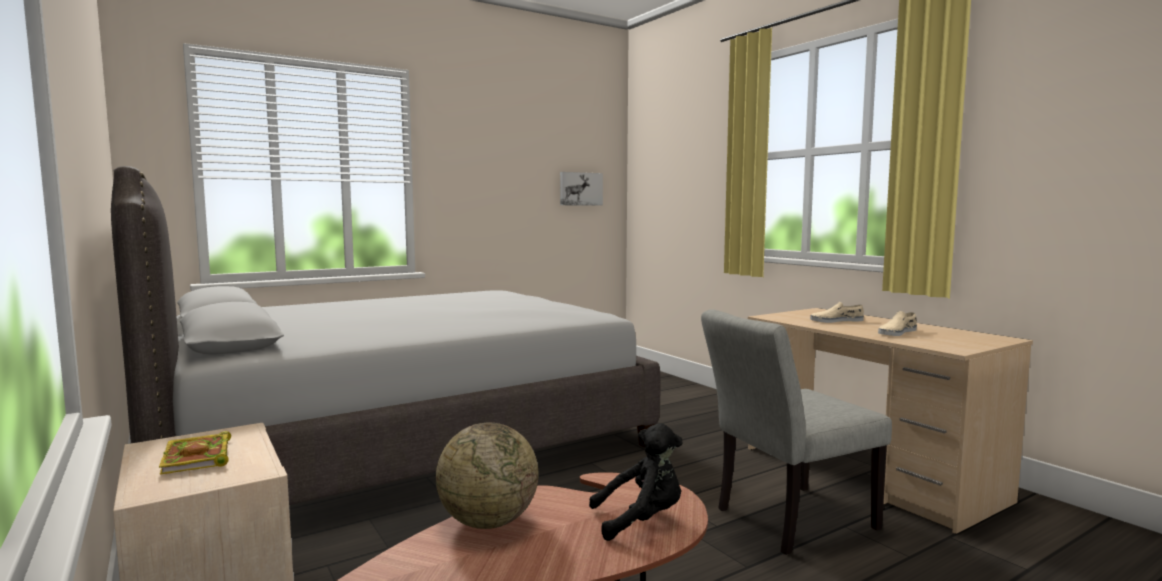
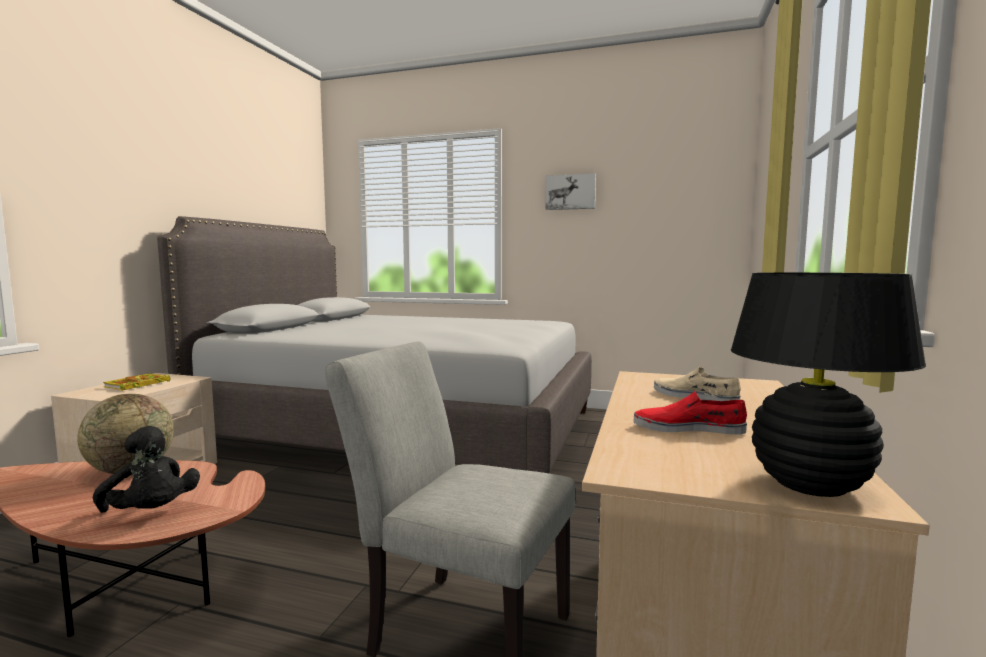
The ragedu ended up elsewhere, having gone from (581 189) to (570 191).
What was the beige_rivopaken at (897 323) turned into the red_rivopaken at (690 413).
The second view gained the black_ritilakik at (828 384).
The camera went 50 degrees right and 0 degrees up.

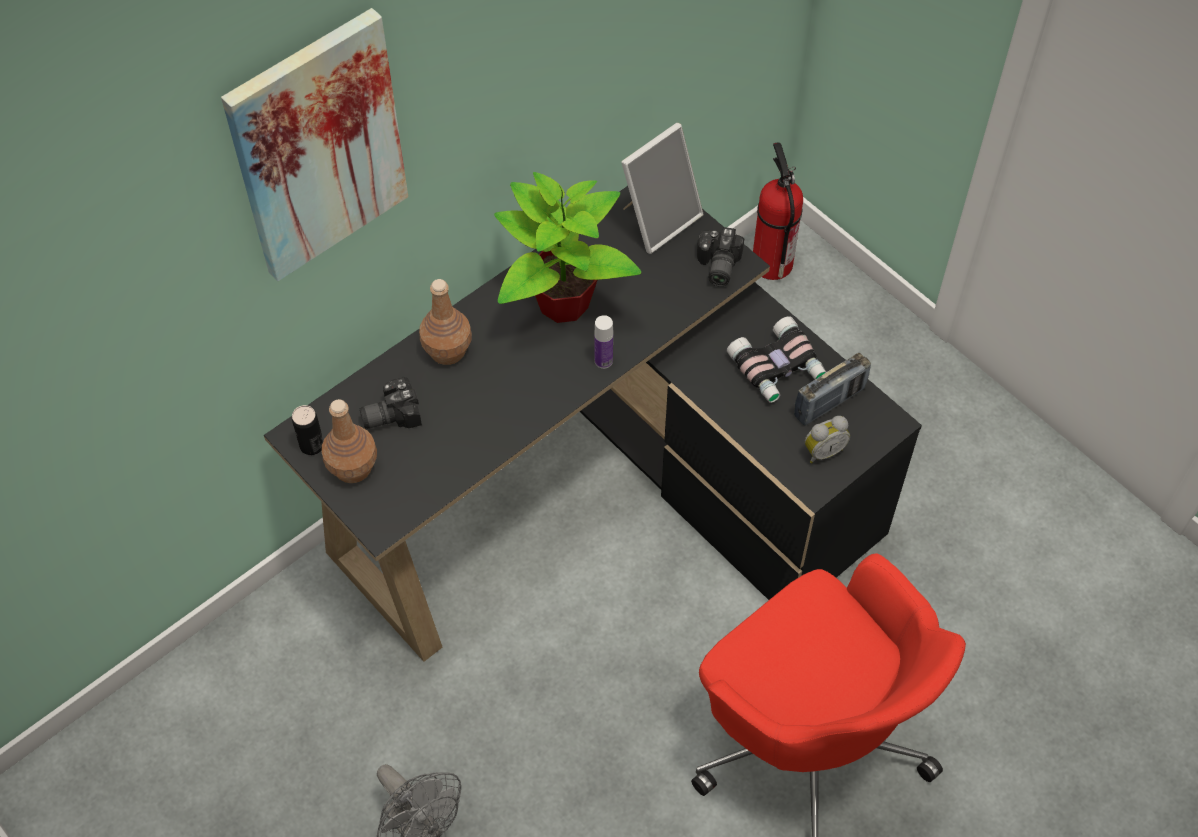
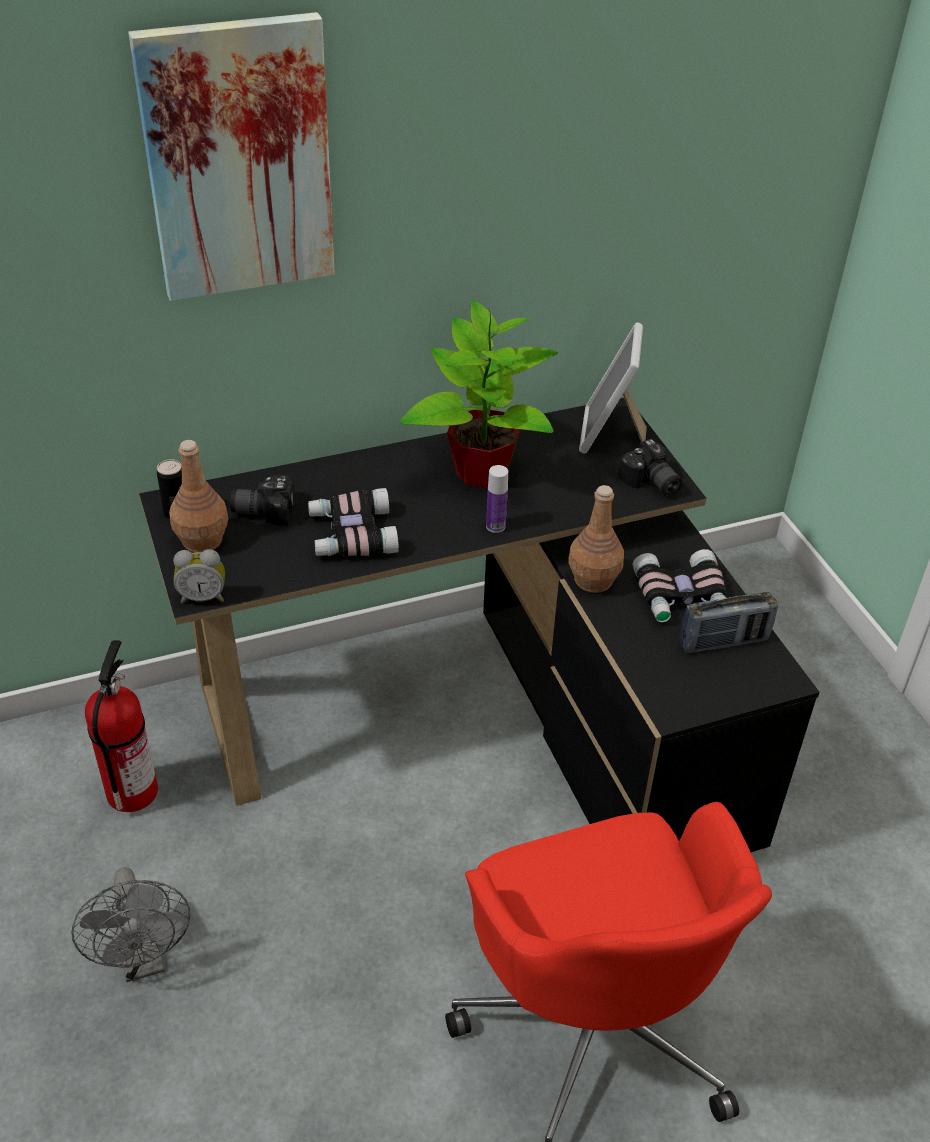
The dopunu ended up elsewhere, having gone from (778 211) to (121 726).
The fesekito ended up elsewhere, having gone from (827 440) to (199 576).
The second view gained the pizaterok at (353 522).
The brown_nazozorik ended up elsewhere, having gone from (445 322) to (596 539).
The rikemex at (662 188) ended up facing another way, 120 degrees clockwise from before.
The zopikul at (720 257) ended up facing another way, 60 degrees counterclockwise from before.
The camera went 20 degrees right and 15 degrees down.

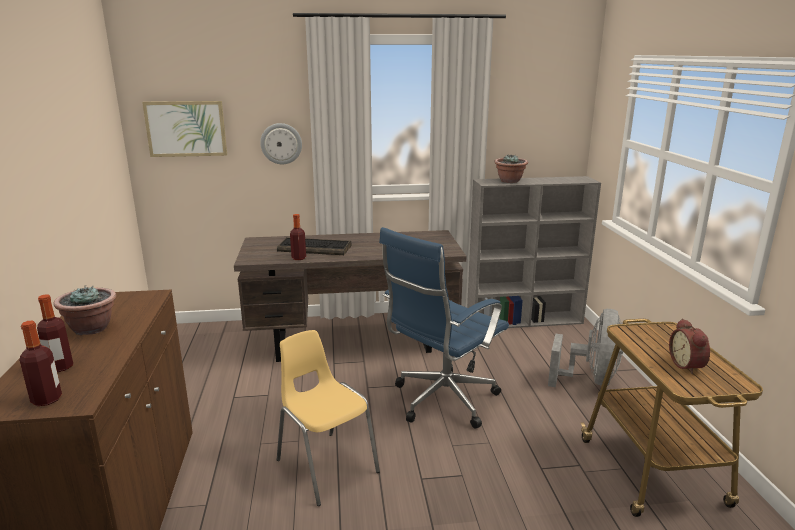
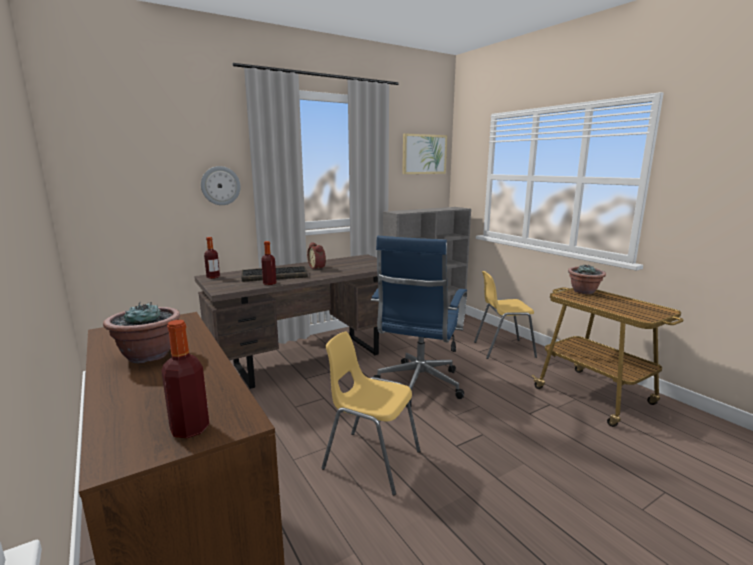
The nazozorik ended up elsewhere, having gone from (55 333) to (212 258).
The fesekito ended up elsewhere, having gone from (689 346) to (316 256).
The ragedu ended up elsewhere, having gone from (184 129) to (424 154).
Where the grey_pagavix stood at (585 348), the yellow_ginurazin came to stand at (505 315).
The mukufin ended up elsewhere, having gone from (511 169) to (587 279).
The camera went 25 degrees left and 5 degrees down.

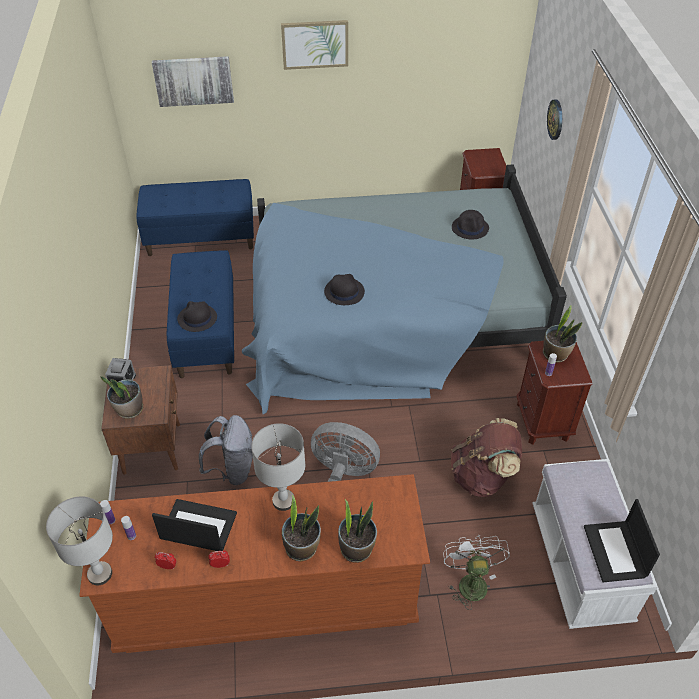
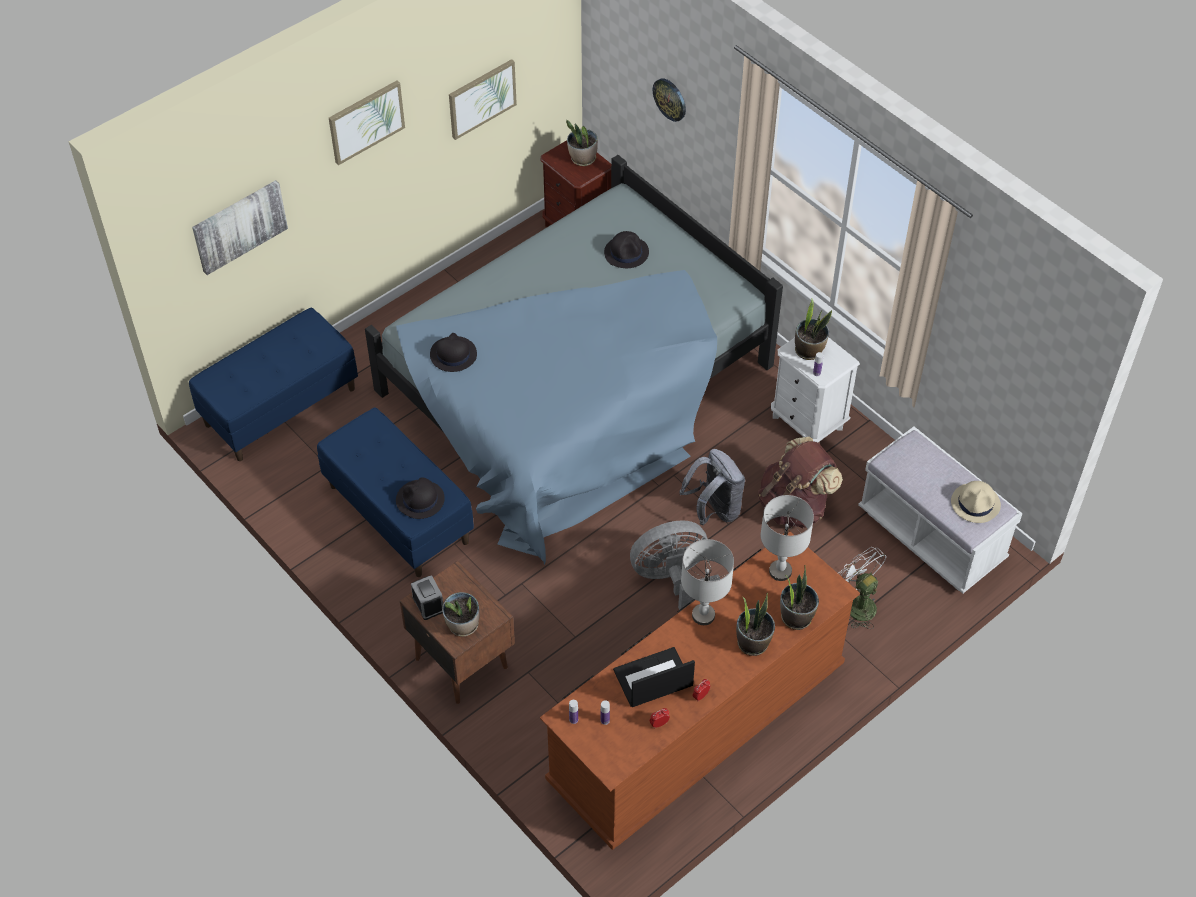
The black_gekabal ended up elsewhere, having gone from (344 289) to (453 352).
The second view gained the ragedu at (483 99).
The second view gained the mukufin at (582 143).
The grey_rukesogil ended up elsewhere, having gone from (226 450) to (712 487).
The grey_ritilakik ended up elsewhere, having gone from (79 541) to (787 538).
What was the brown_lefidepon at (554 393) turned into the white_lefidepon at (815 389).
Where the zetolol stood at (622 540), the beige_gekabal came to stand at (976 502).
The camera went 35 degrees left and 5 degrees up.

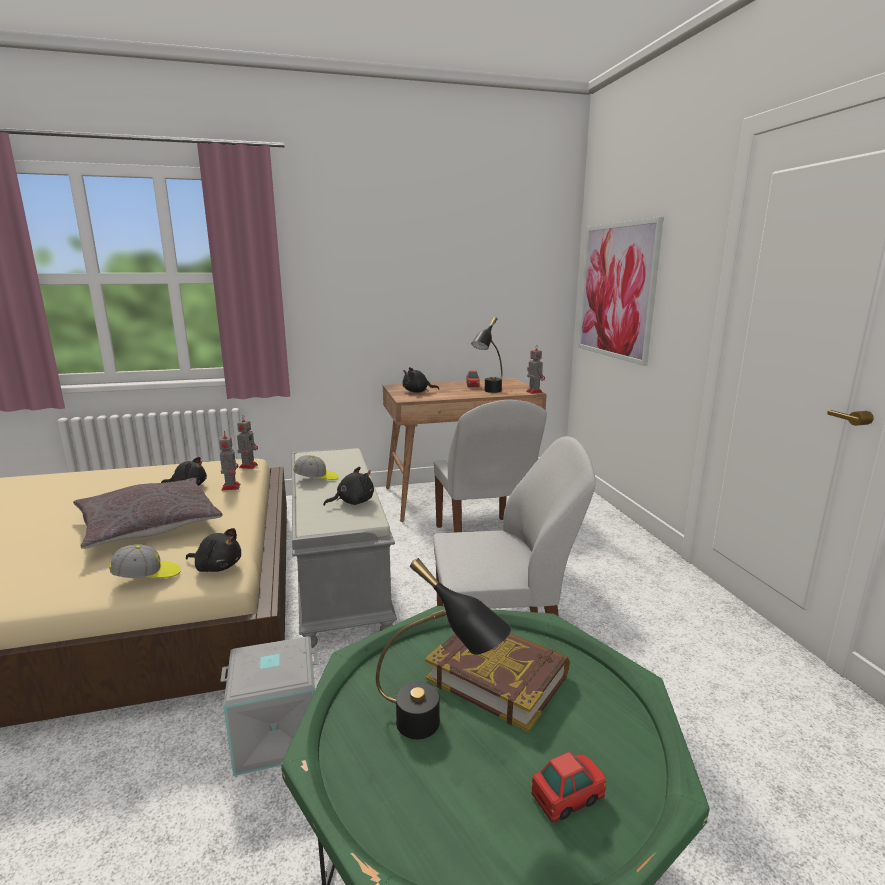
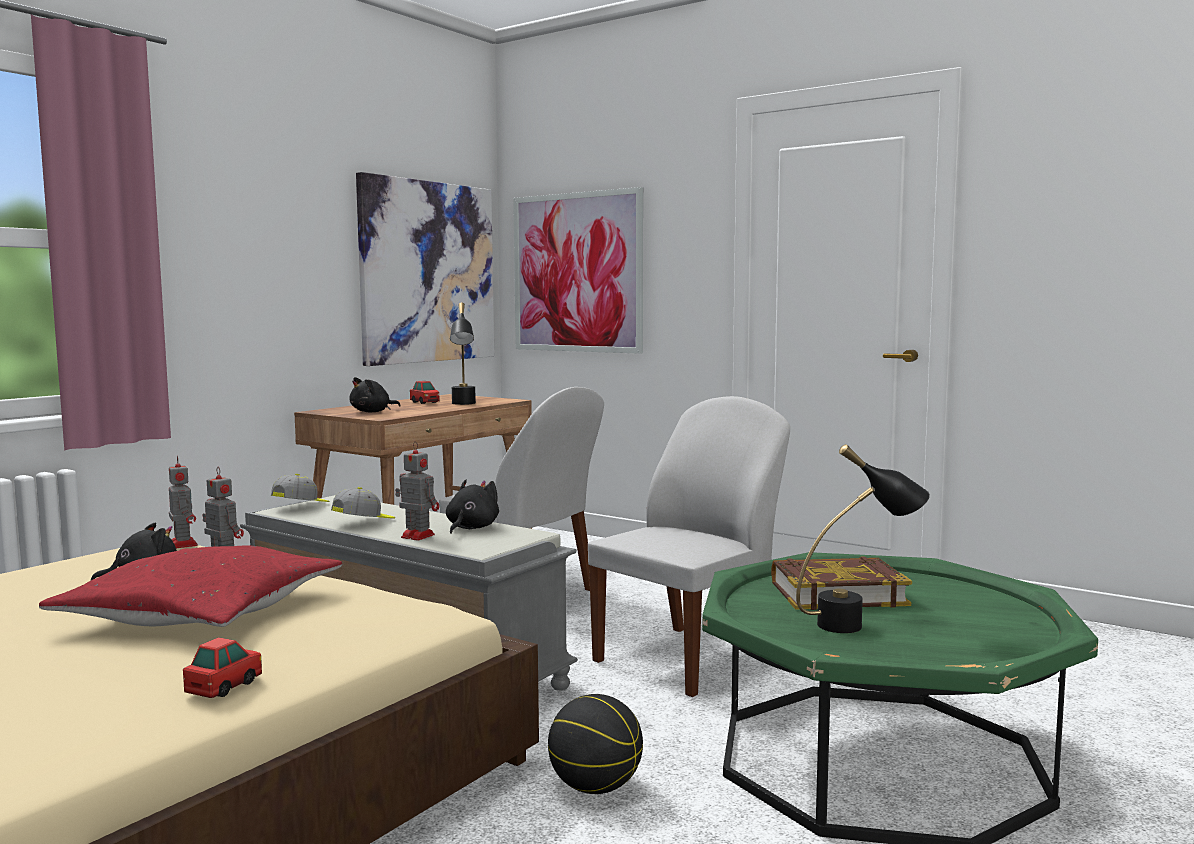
What was the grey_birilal at (147 513) turned into the red_birilal at (190 586).
The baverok ended up elsewhere, having gone from (569 787) to (222 667).
The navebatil ended up elsewhere, having gone from (145 561) to (300 488).
The second view gained the ragedu at (425 269).
The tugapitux ended up elsewhere, having gone from (535 369) to (417 491).
Where the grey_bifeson stood at (269 706), the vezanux came to stand at (595 744).
The second view lost the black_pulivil at (213 550).
The camera went 40 degrees left and 10 degrees down.

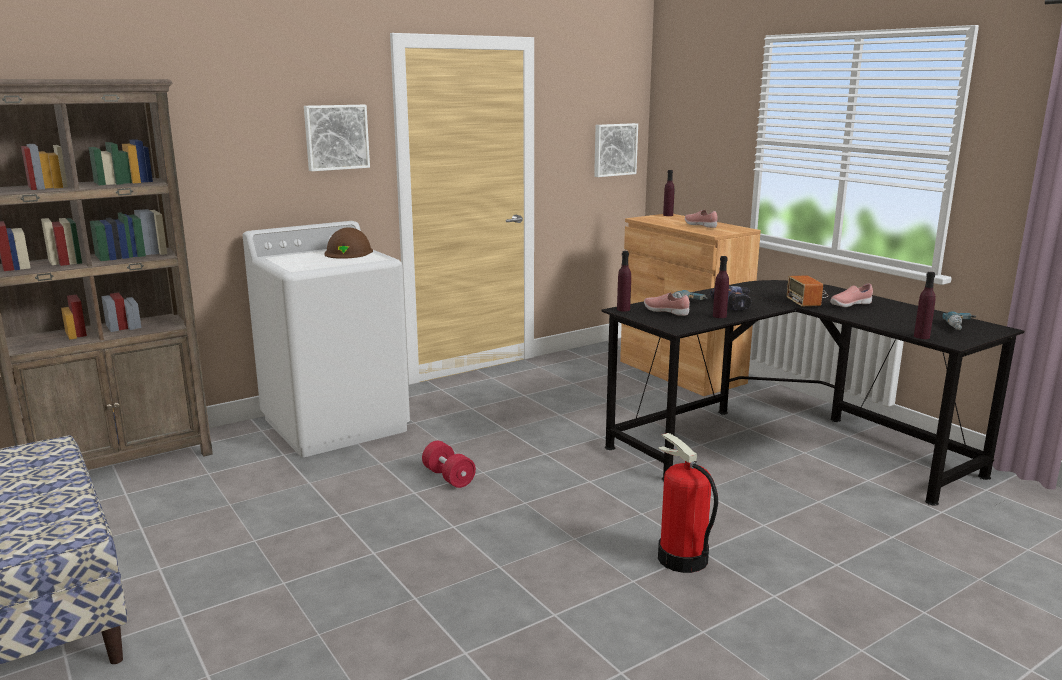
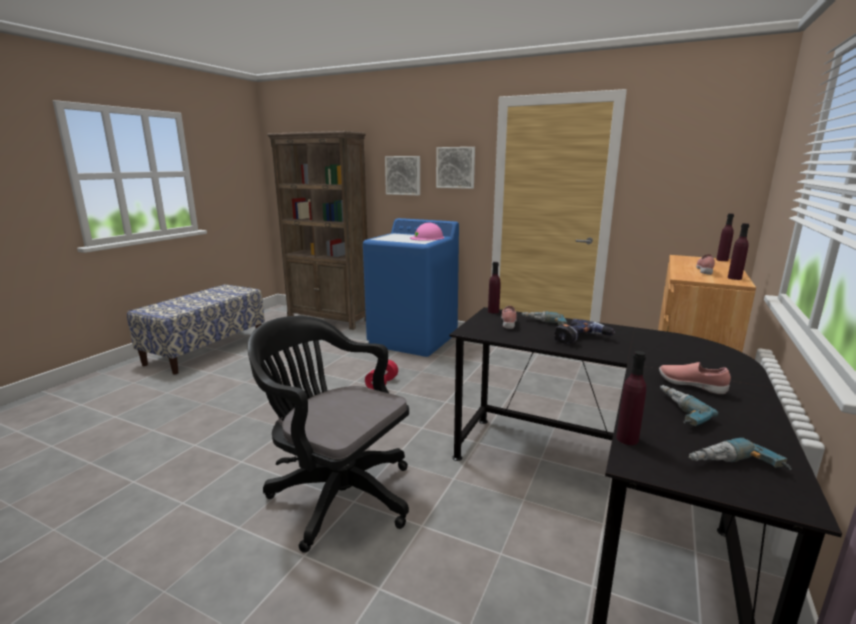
Where the dopunu stood at (688 503), the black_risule came to stand at (328 434).
What was the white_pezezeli at (326 339) turned into the blue_pezezeli at (411 287).
The ragedu ended up elsewhere, having gone from (616 150) to (402 175).
What was the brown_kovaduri at (348 243) turned into the pink_kovaduri at (427 232).
The second view gained the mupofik at (689 405).
The purple_nazozorik ended up elsewhere, having gone from (721 287) to (738 251).
The second view lost the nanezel at (808 291).
The camera went 60 degrees right and 0 degrees up.

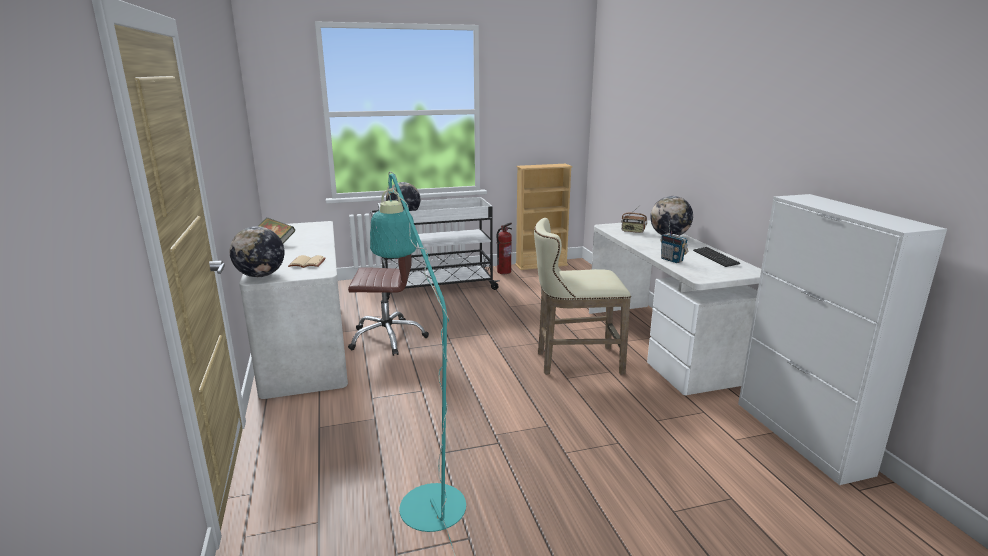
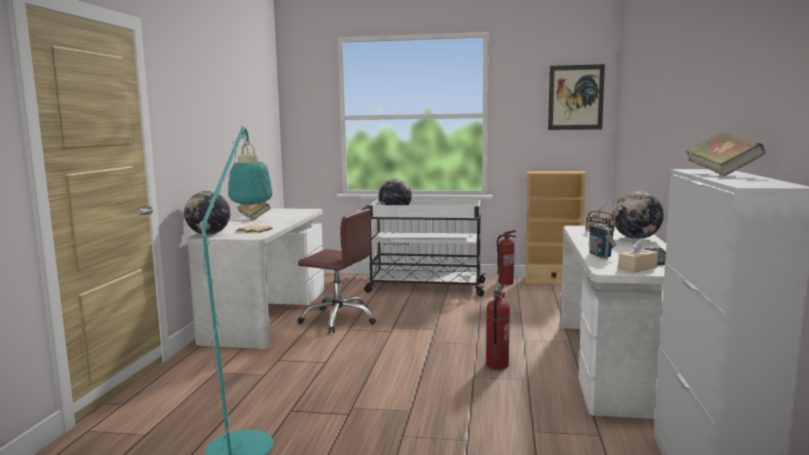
Where the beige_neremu stood at (582 296), the dopunu came to stand at (498 327).
The second view gained the ragedu at (576 97).
The second view gained the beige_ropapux at (638 255).
The second view gained the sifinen at (725 154).
The camera went 25 degrees right and 10 degrees down.

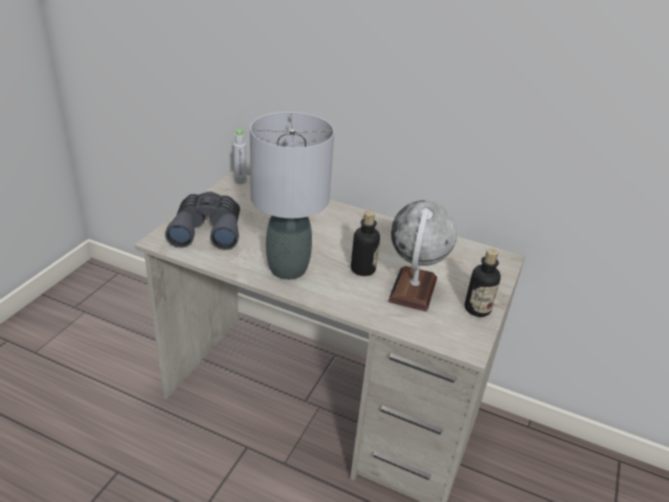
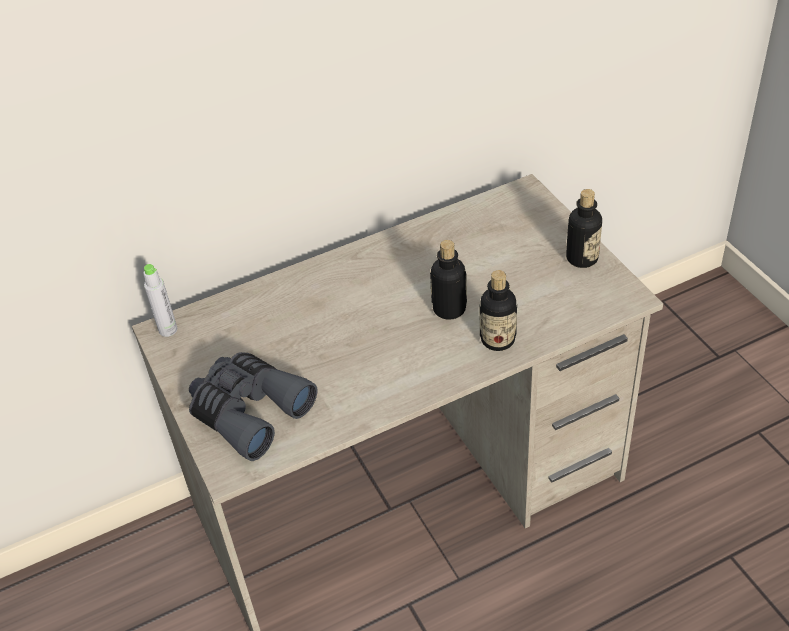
The second view gained the nazozorik at (498 310).
The second view lost the grey_ritilakik at (292 196).
The second view lost the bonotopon at (422 256).
The camera went 45 degrees left and 10 degrees up.

